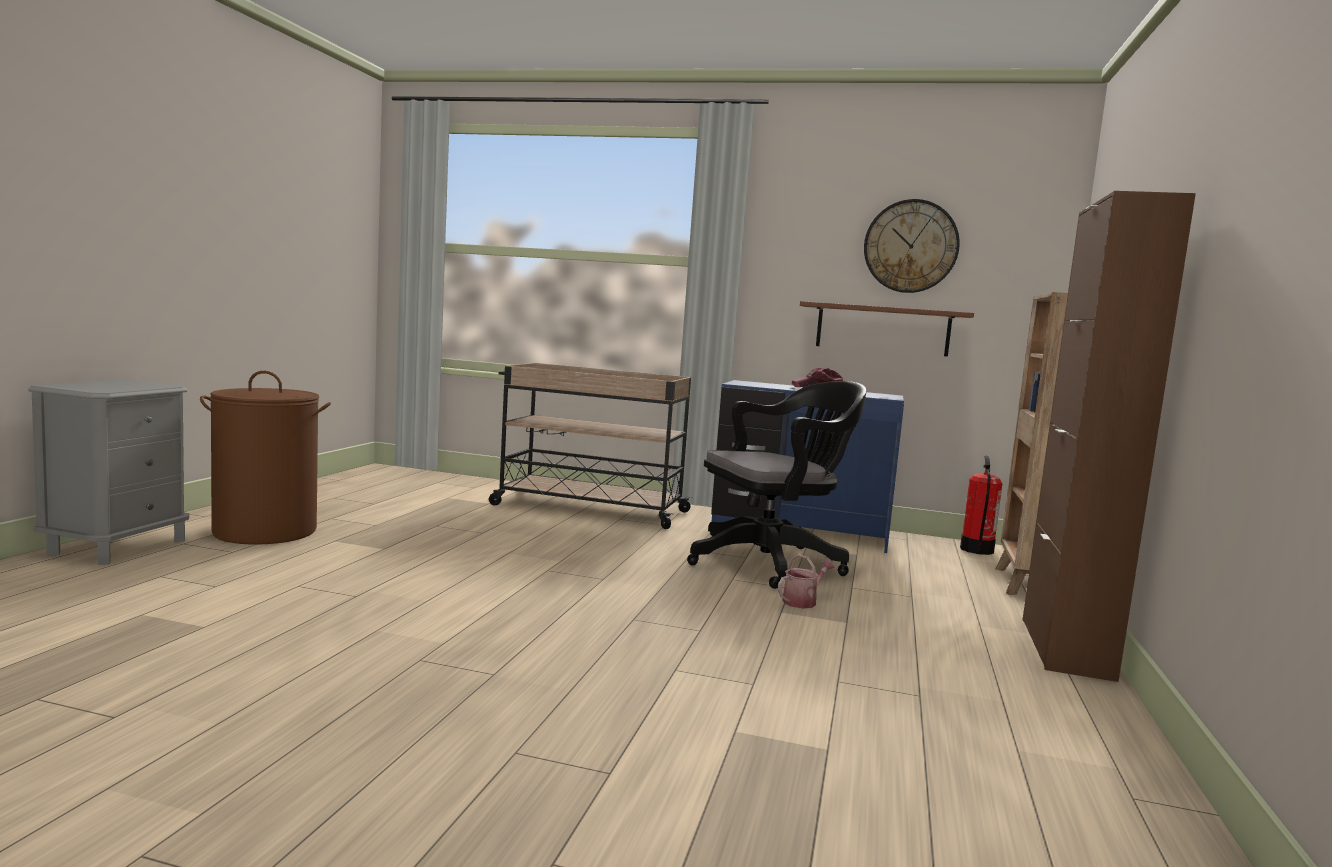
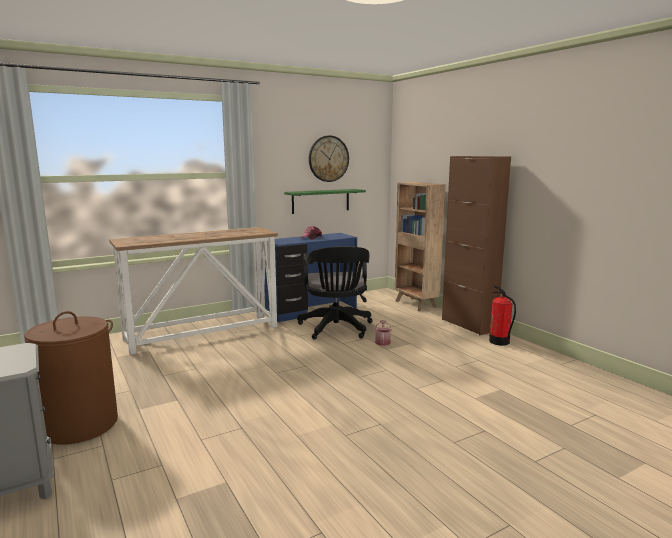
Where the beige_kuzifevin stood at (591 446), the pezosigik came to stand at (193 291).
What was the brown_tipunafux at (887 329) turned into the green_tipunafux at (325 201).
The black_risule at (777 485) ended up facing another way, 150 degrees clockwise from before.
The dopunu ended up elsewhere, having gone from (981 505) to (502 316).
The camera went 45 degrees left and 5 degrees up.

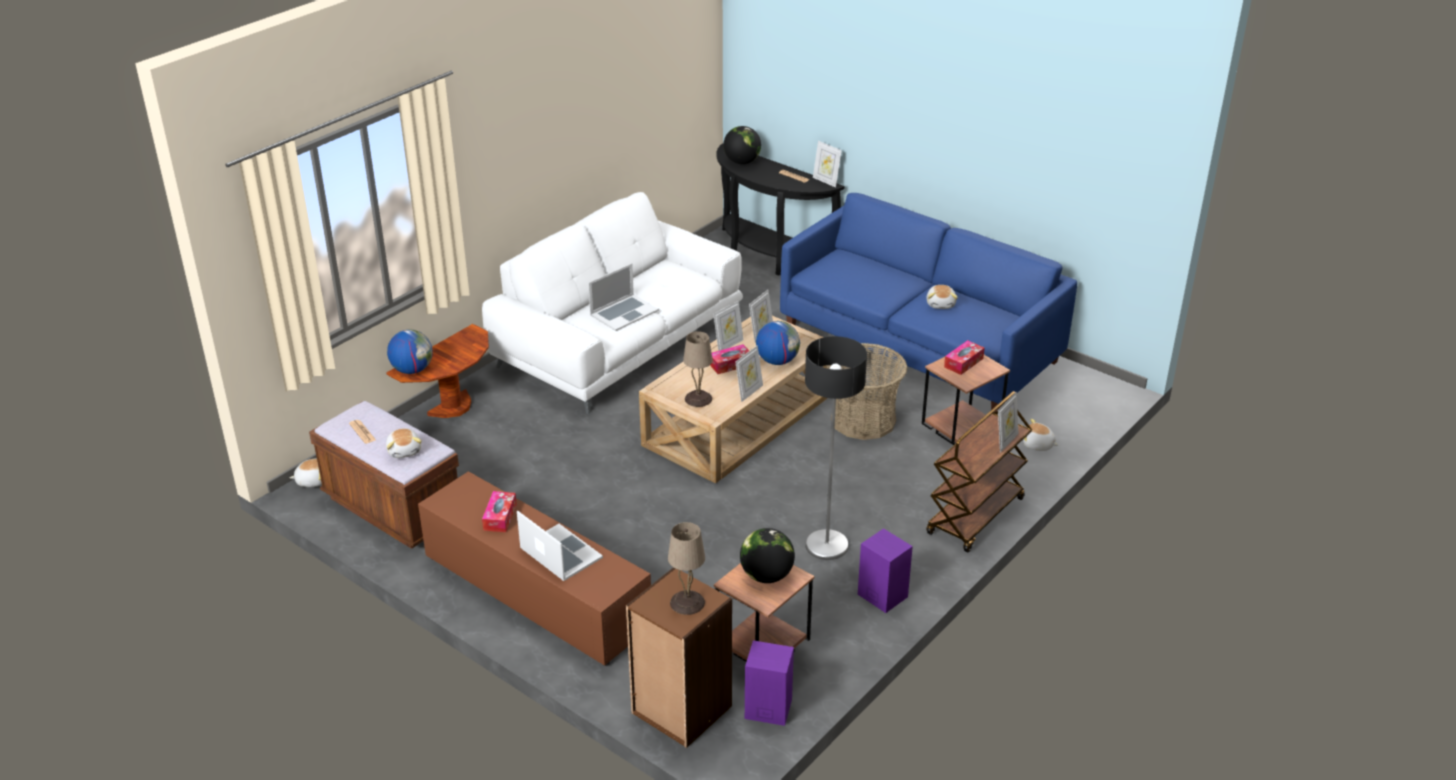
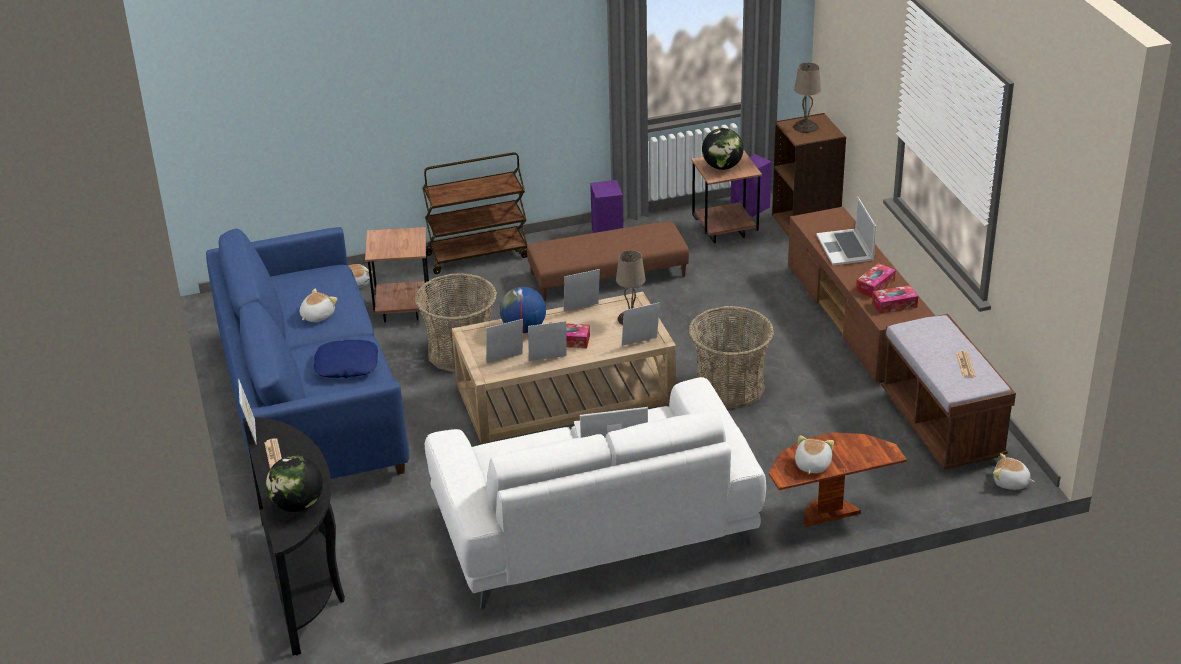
The second view gained the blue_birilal at (345 359).
Where the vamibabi stood at (836 448), the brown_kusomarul came to stand at (608 261).
The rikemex ended up elsewhere, having gone from (1008 422) to (641 324).
The second view gained the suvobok at (731 357).
The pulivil ended up elsewhere, having gone from (404 443) to (814 454).
The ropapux ended up elsewhere, having gone from (964 357) to (895 299).
The second view lost the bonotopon at (410 351).
The camera went 145 degrees left and 0 degrees up.

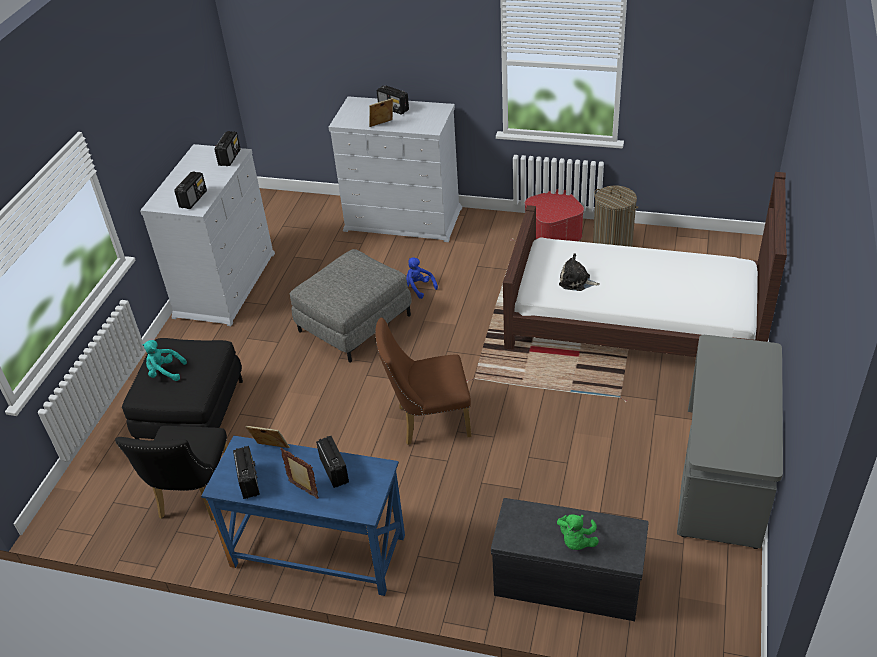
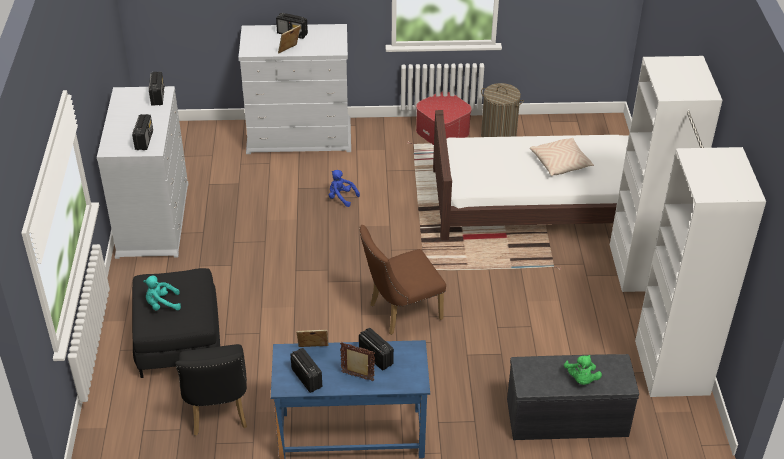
The second view gained the beige_birilal at (562 157).
Where the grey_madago stood at (730 442), the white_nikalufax came to stand at (688 226).
The second view lost the grey_kusomarul at (350 306).
The second view lost the pulivil at (579 272).
The camera went 20 degrees left and 0 degrees up.

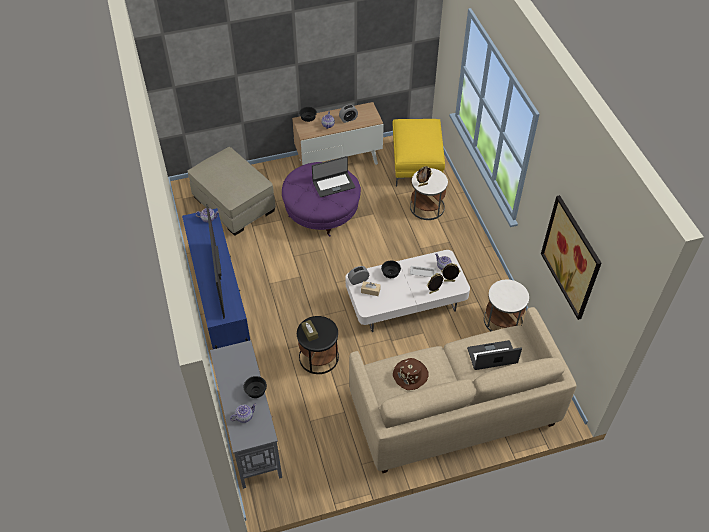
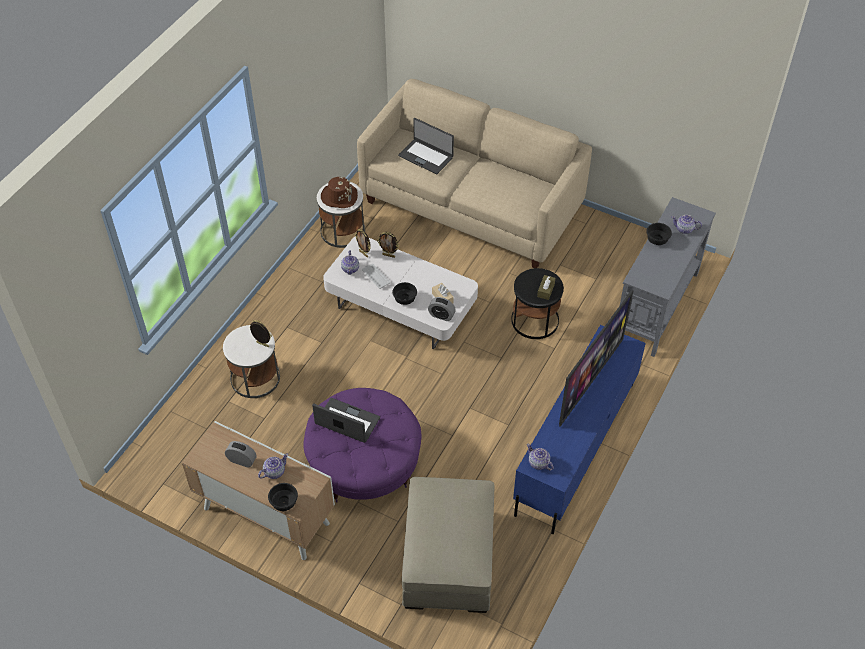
The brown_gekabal ended up elsewhere, having gone from (411 374) to (339 192).
The second view lost the yellow_kusomarul at (418 152).
The second view lost the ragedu at (571 257).
The camera went 135 degrees left and 0 degrees up.

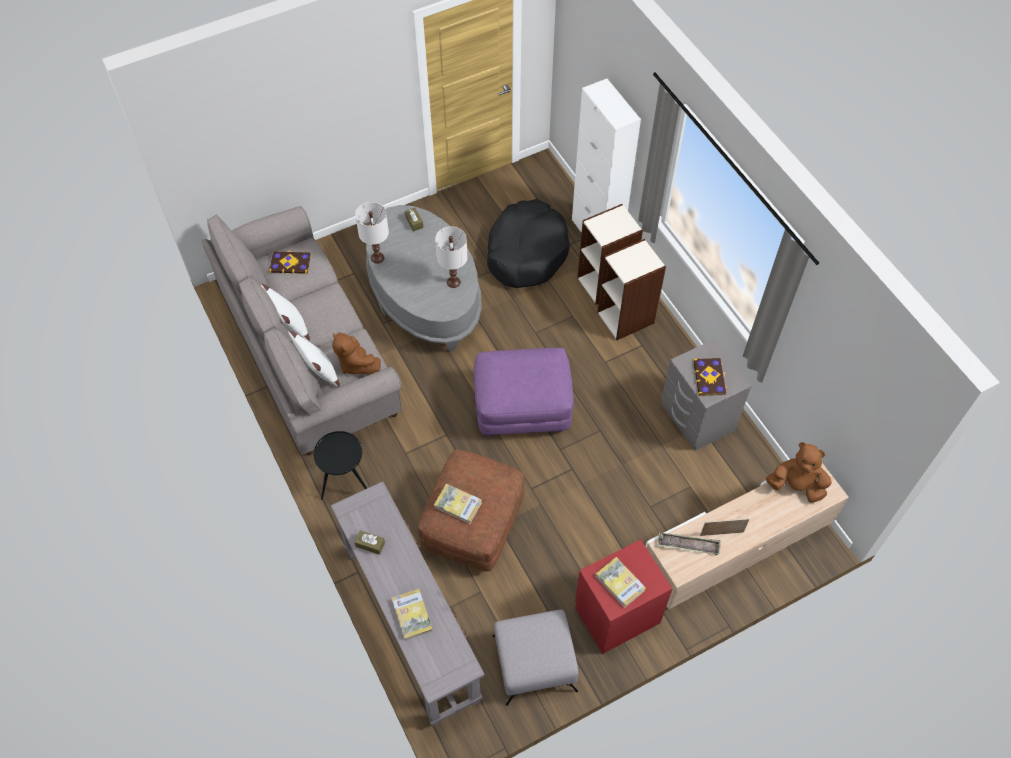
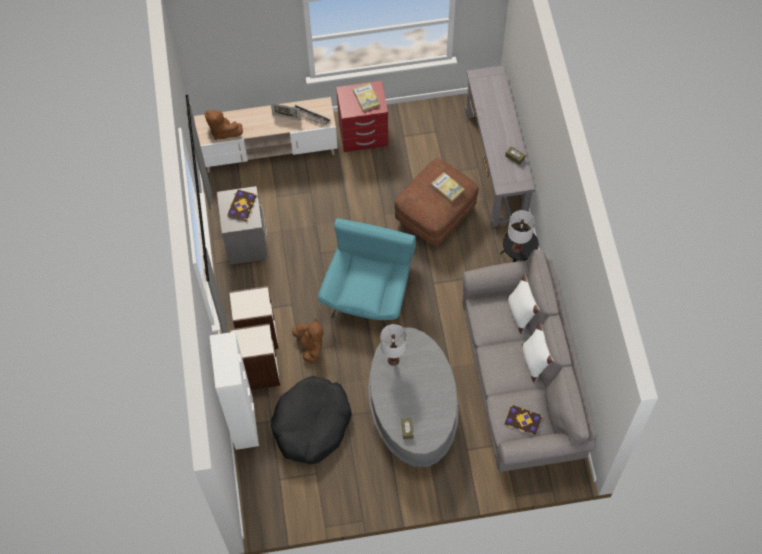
The brown_pulivil ended up elsewhere, having gone from (356 353) to (307 341).
Where the purple_kusomarul stood at (524 392), the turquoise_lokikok came to stand at (367 272).
The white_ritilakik ended up elsewhere, having gone from (372 233) to (521 232).
The second view lost the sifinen at (412 615).
The second view lost the grey_kusomarul at (535 658).
The camera went 160 degrees left and 5 degrees up.

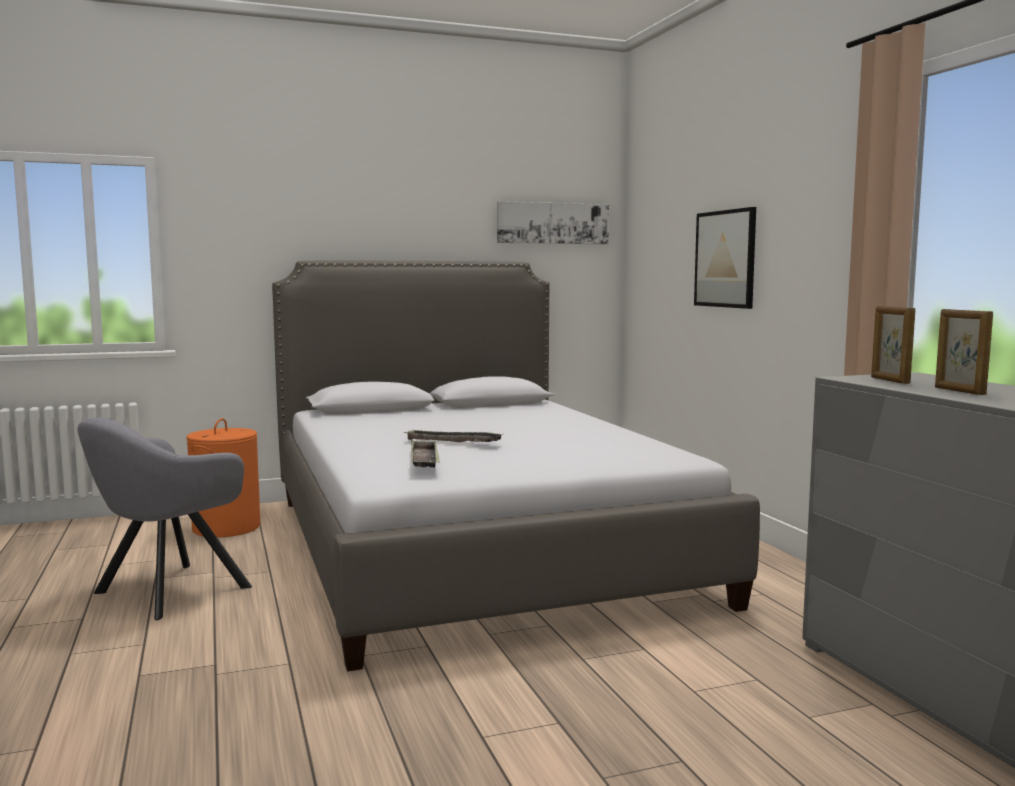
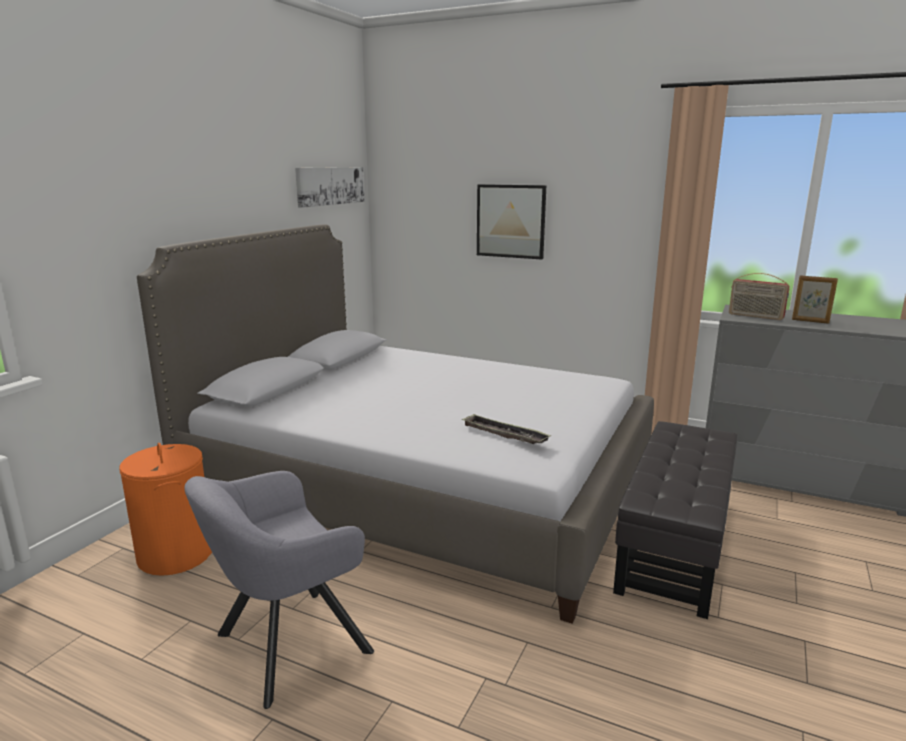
The grey_lokikok at (165 519) ended up facing another way, 60 degrees clockwise from before.
The second view gained the black_kusomarul at (675 520).
Where the rikemex stood at (893 345), the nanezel came to stand at (759 296).
The second view lost the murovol at (453 435).
The camera went 45 degrees left and 10 degrees up.

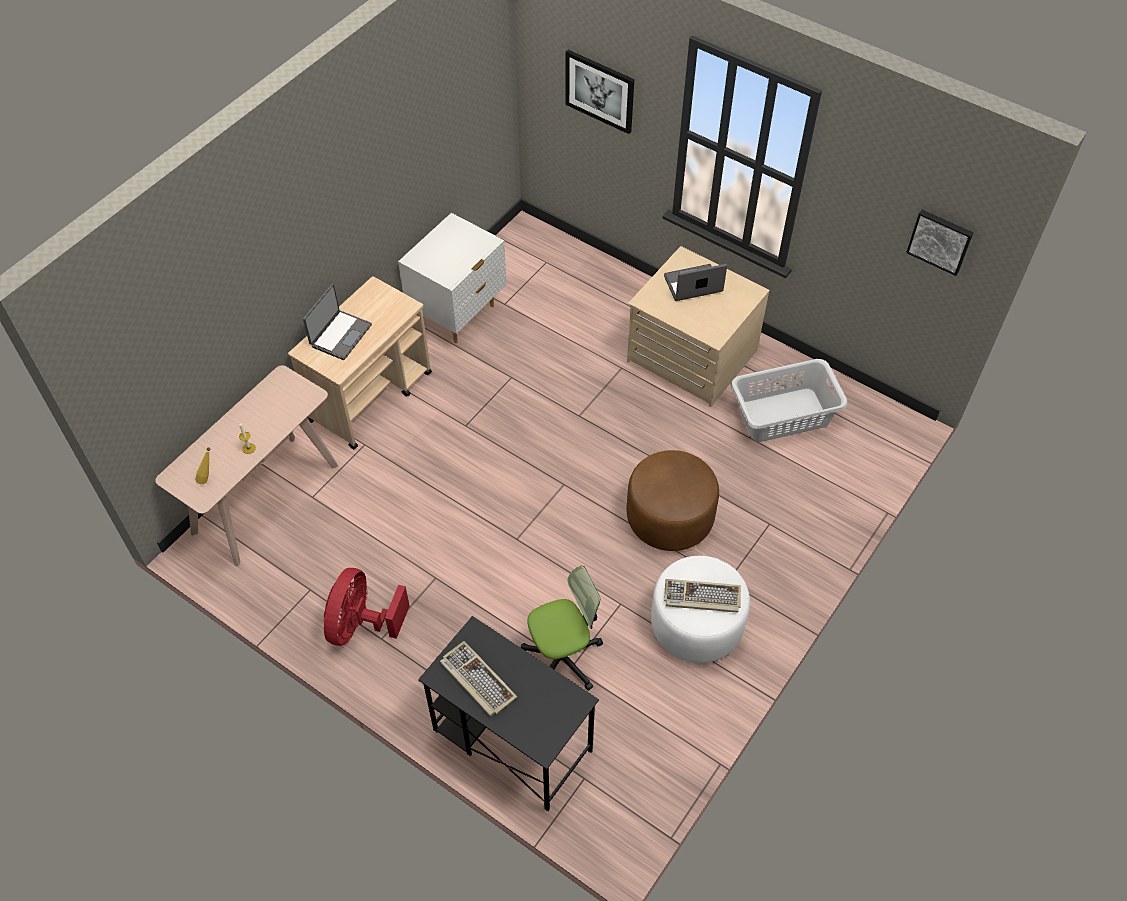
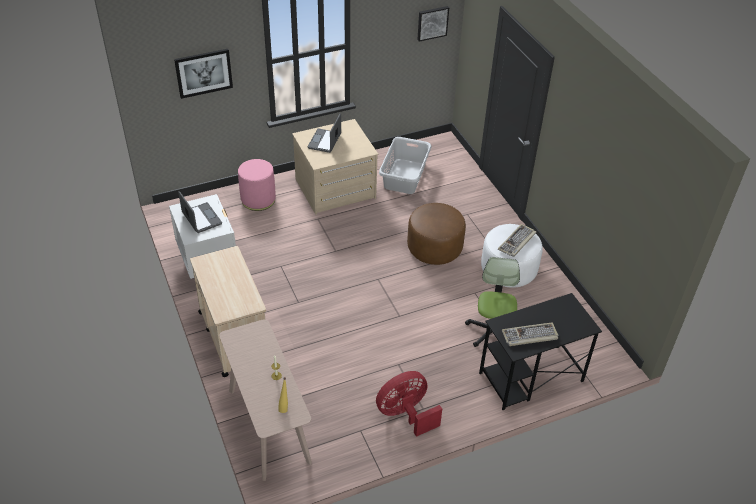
The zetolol ended up elsewhere, having gone from (337 322) to (200 212).
The second view gained the pink_kusomarul at (257 185).
The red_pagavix at (367 607) ended up facing another way, 105 degrees clockwise from before.
The camera went 60 degrees left and 10 degrees down.

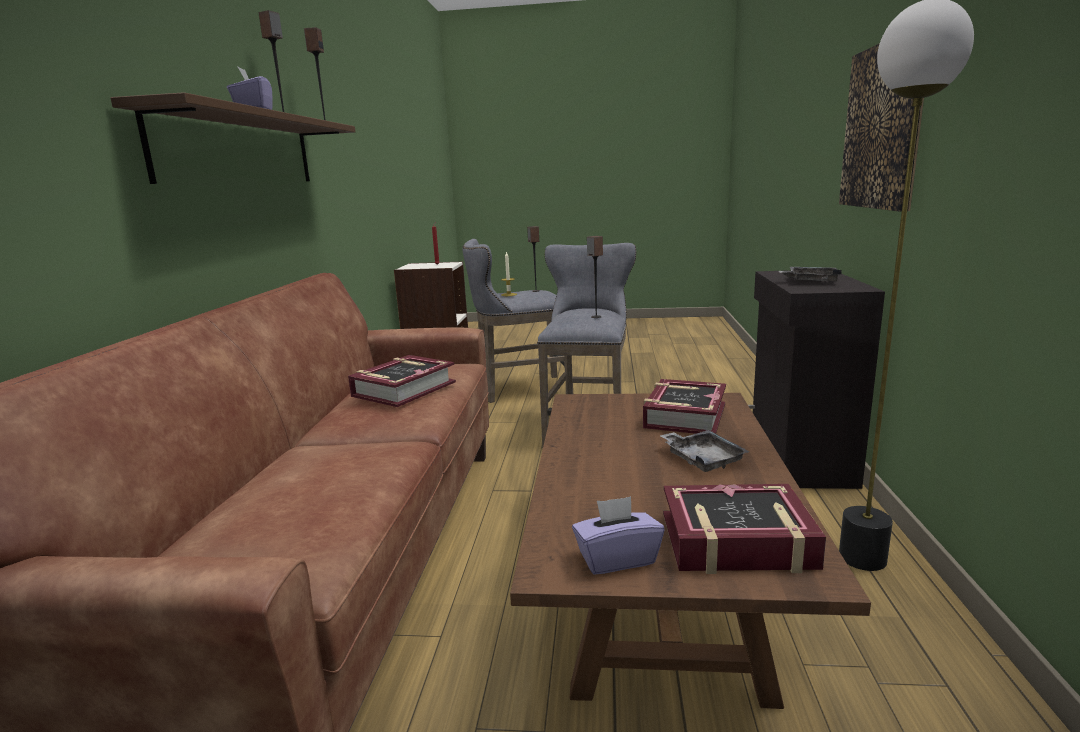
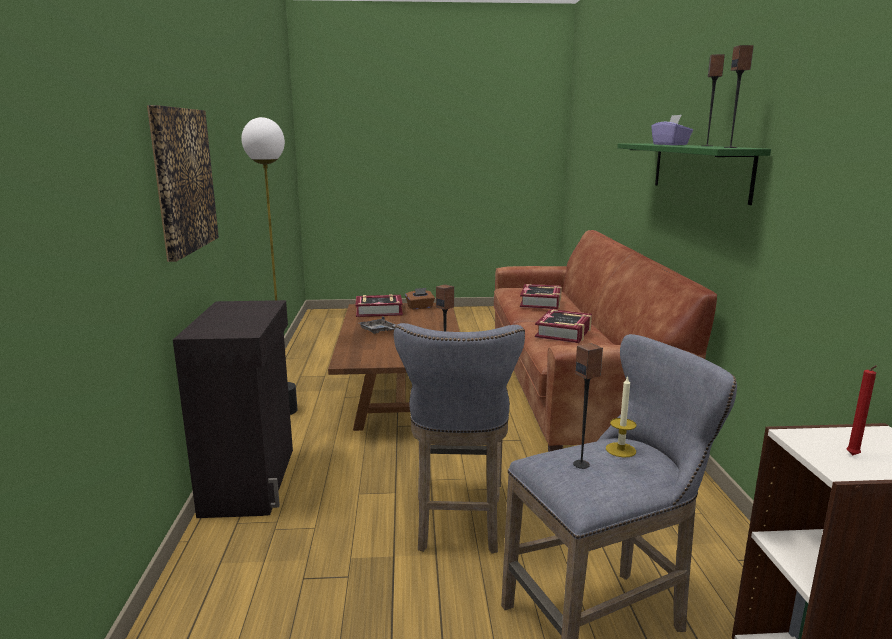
What was the purple_ropapux at (618 535) turned into the brown_ropapux at (420 299).
The sifinen ended up elsewhere, having gone from (684 406) to (541 296).
What was the brown_tipunafux at (233 138) turned into the green_tipunafux at (694 174).
The second view lost the grey_murovol at (810 274).
The camera went 170 degrees right and 0 degrees up.

